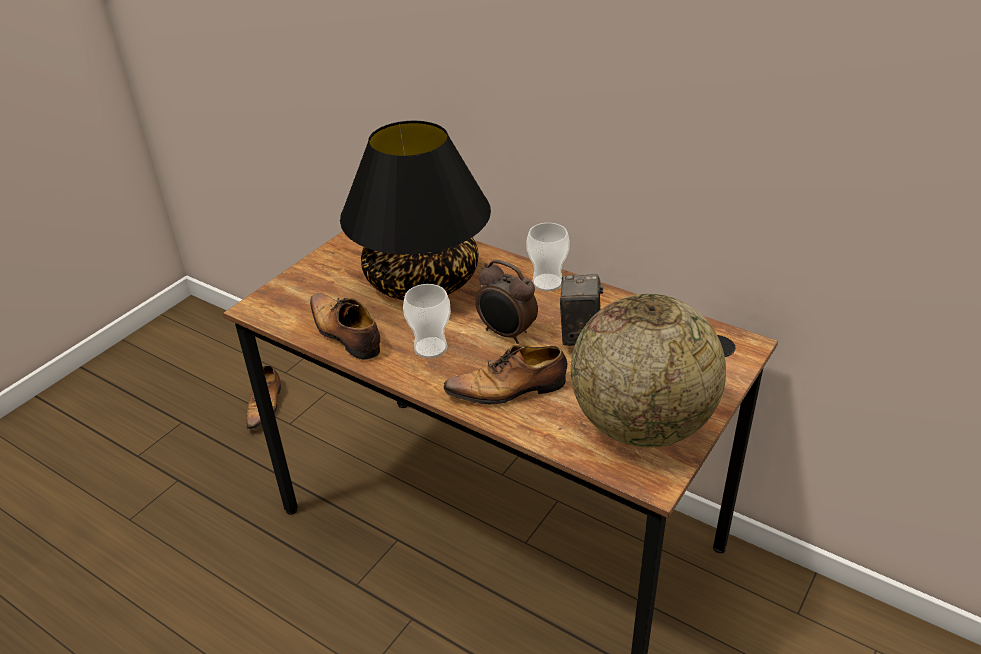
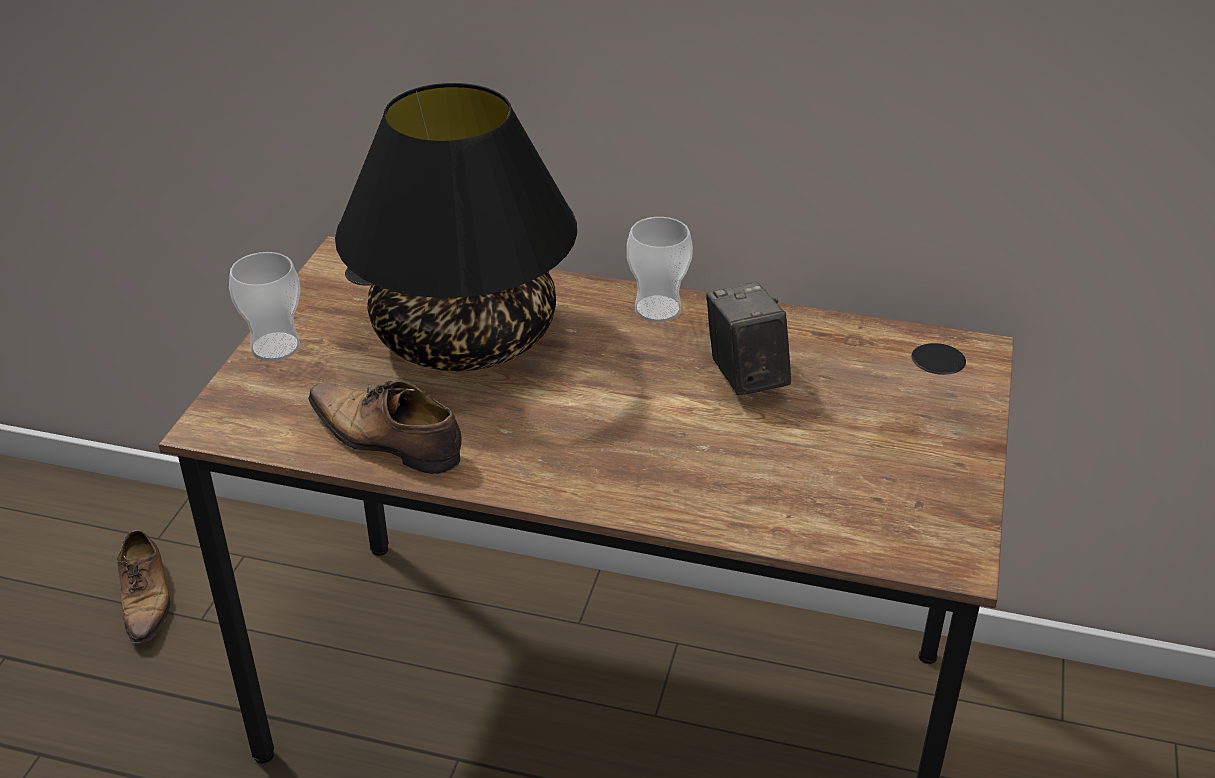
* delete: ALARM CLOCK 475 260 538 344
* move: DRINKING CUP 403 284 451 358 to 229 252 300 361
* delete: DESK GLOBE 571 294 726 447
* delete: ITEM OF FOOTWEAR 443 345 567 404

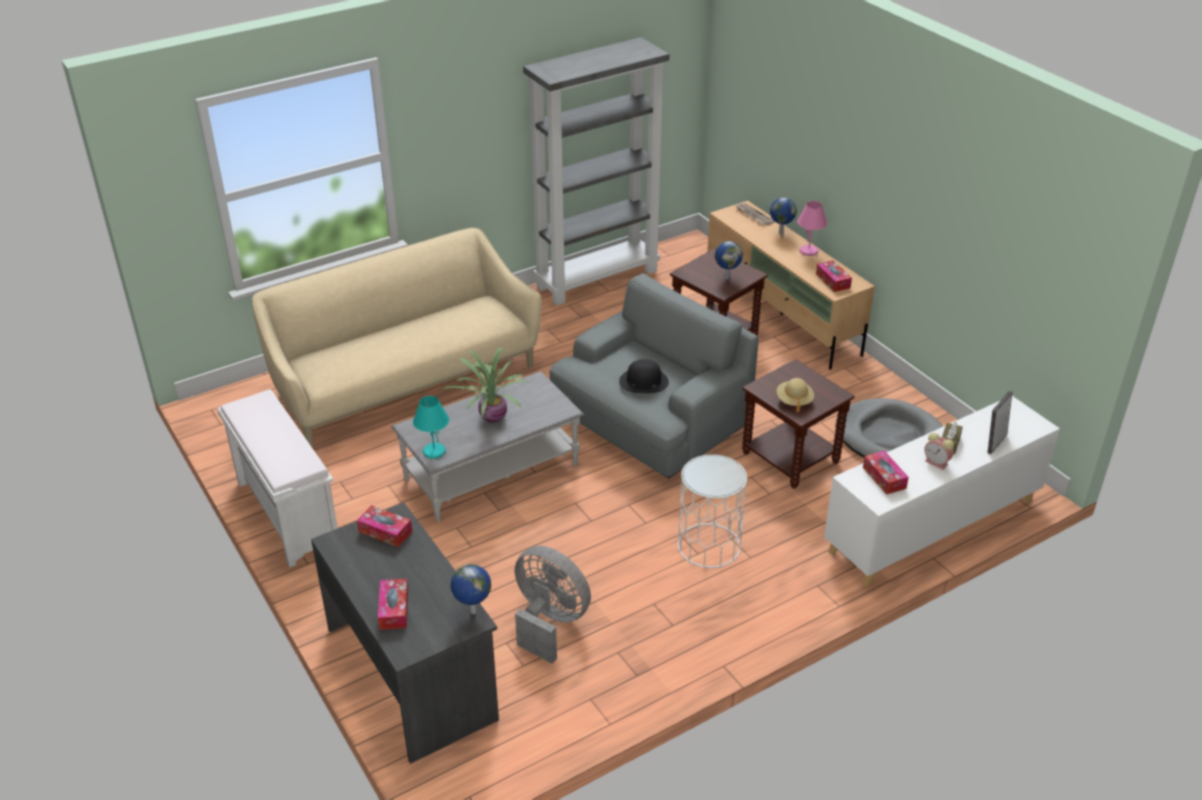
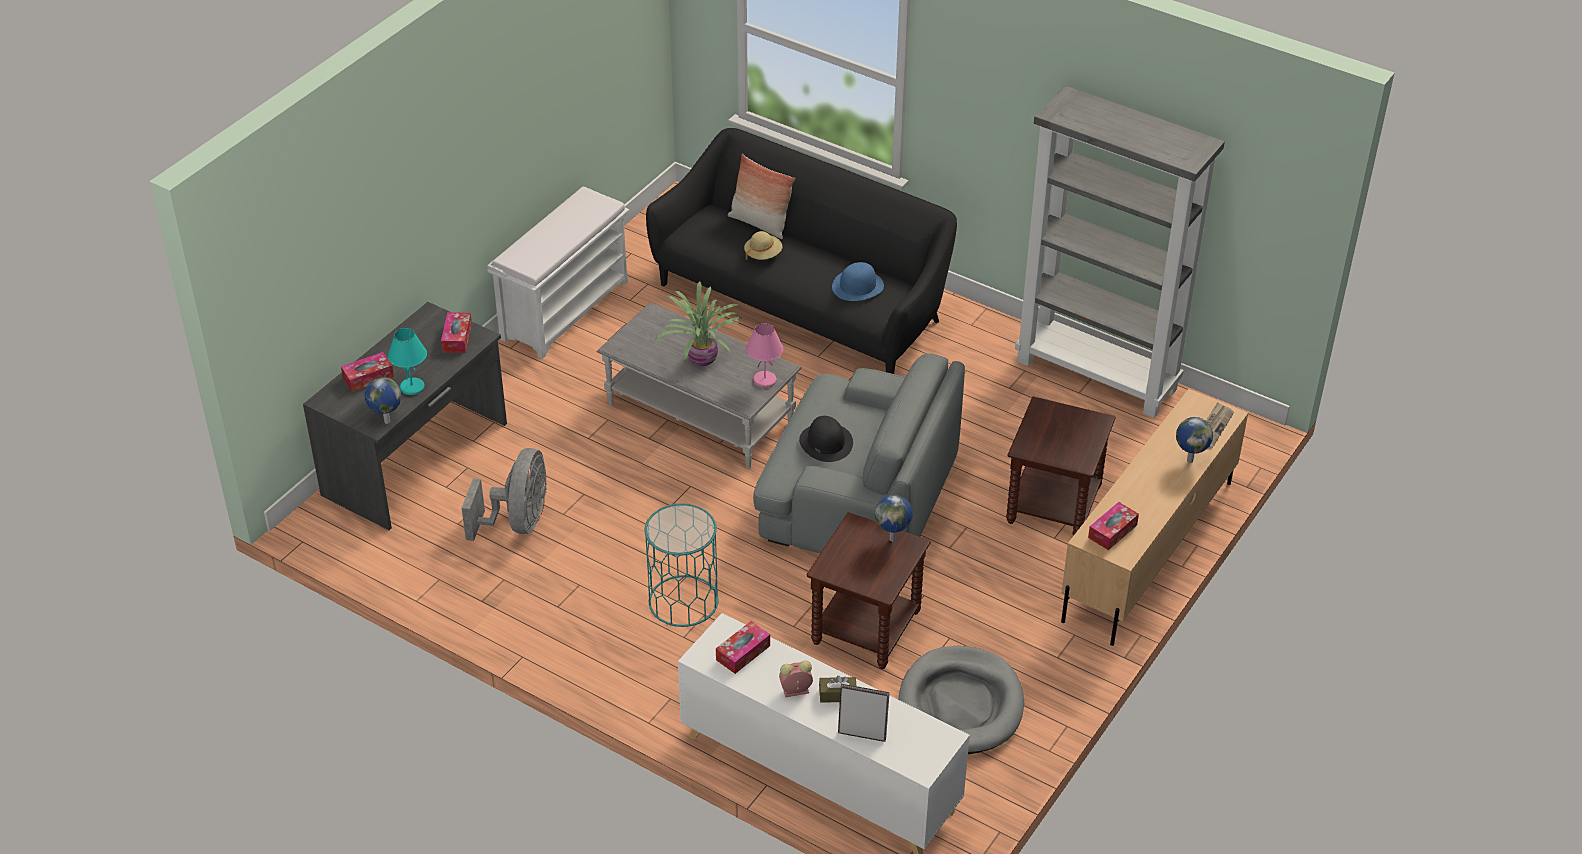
* move: PINK TABLETOP LAMP 797 201 827 256 to 746 323 783 388
* recolor: BEIGE SOFA 252 228 542 447 to BLACK-COLOURED SOFA 646 128 957 374
* move: DESK GLOBE 715 241 743 280 to 875 495 913 542
* move: BEIGE CLOTHING HAT 777 378 814 412 to 744 231 782 260
* move: TURQUOISE TABLETOP LAMP 413 396 449 459 to 388 328 427 395
* rotate: ALARM CLOCK 924 433 954 470 = 779 660 813 697 60 degrees clockwise
* recolor: WHITE END TABLE 678 454 747 568 to TURQUOISE END TABLE 645 504 718 627
* insert: THROW PILLOW 728 154 796 239
* insert: BLUE-COLOURED CLOTHING HAT 832 262 884 301

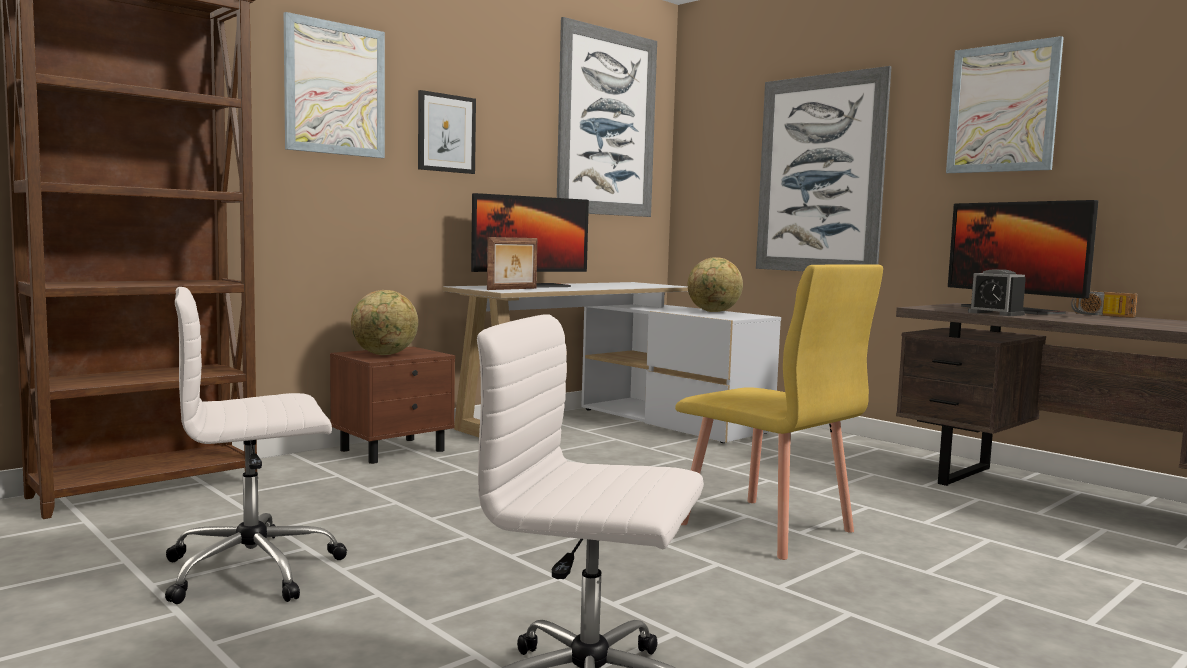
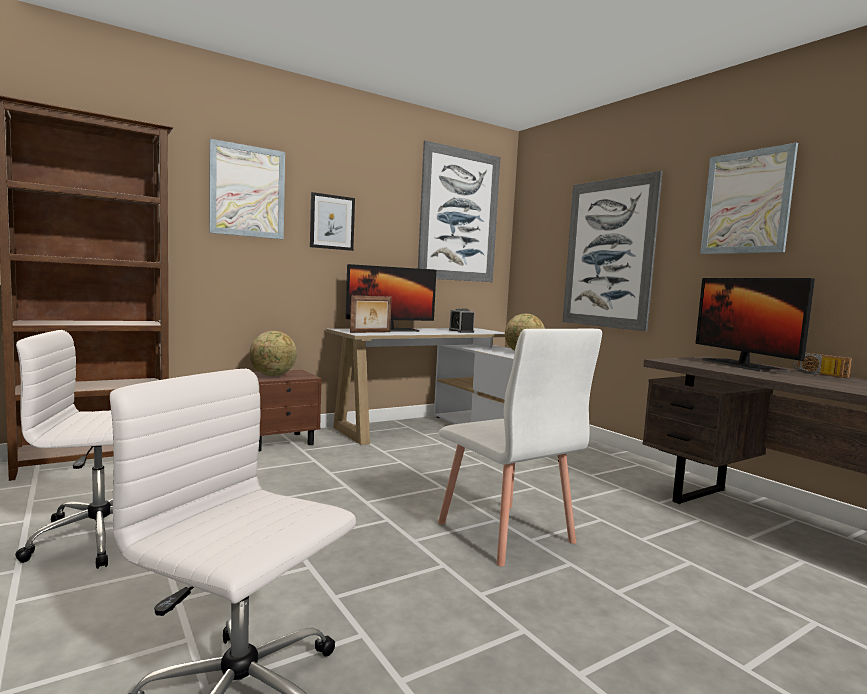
* recolor: YELLOW-COLOURED UPRIGHT CHAIR 675 264 883 560 to WHITE UPRIGHT CHAIR 438 329 602 567
* move: ALARM CLOCK 968 269 1026 316 to 449 308 475 333

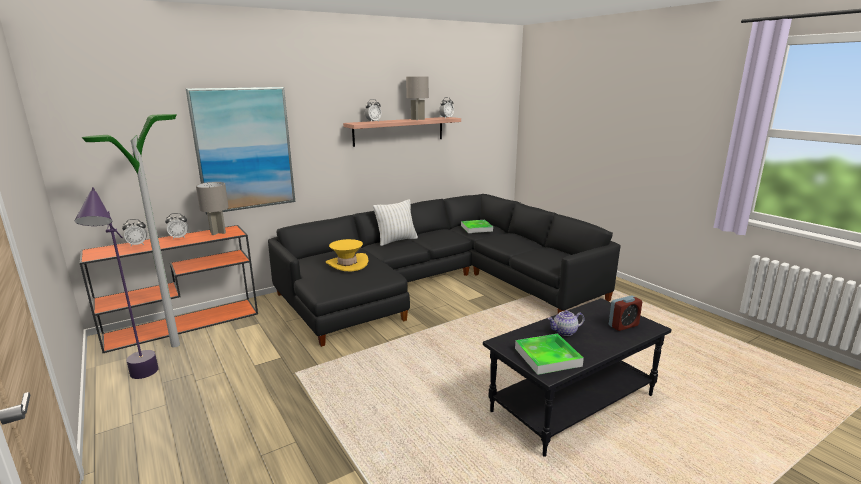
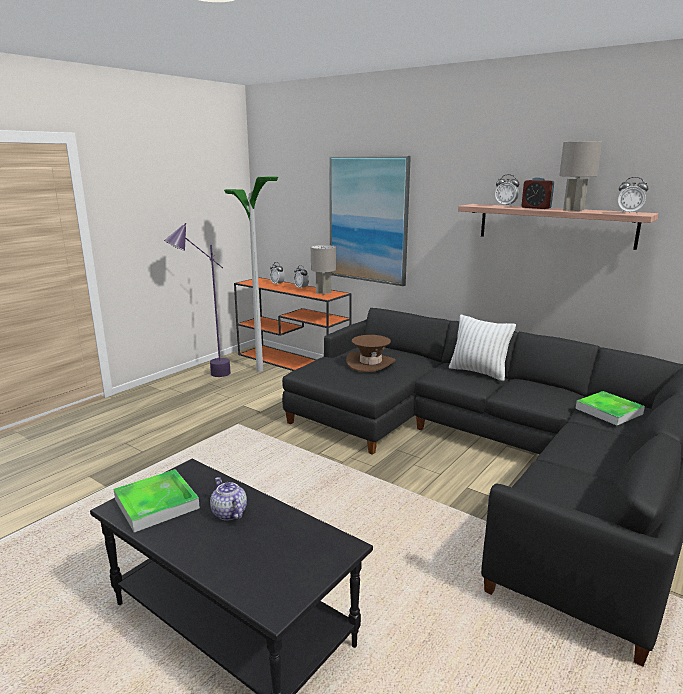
* recolor: YELLOW-COLOURED CLOTHING HAT 326 239 369 271 to BROWNISH CLOTHING HAT 346 335 396 372
* move: ALARM CLOCK 609 296 642 331 to 521 177 554 209

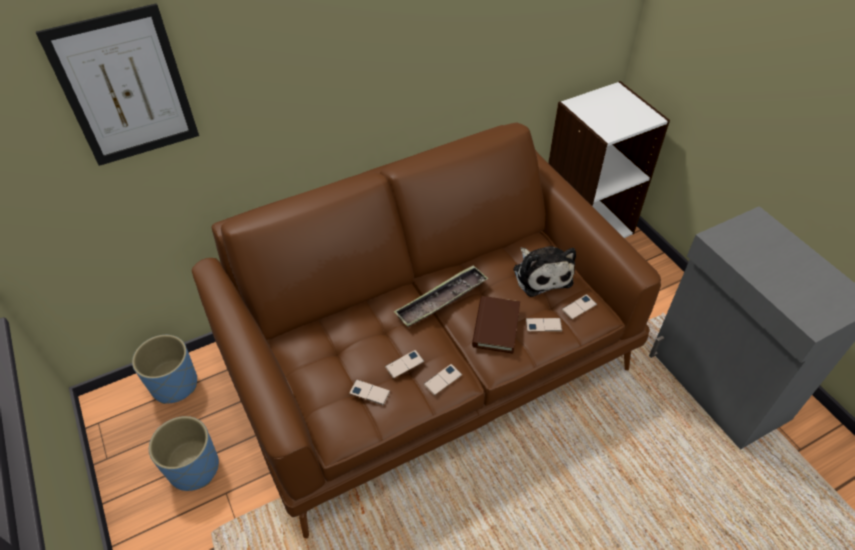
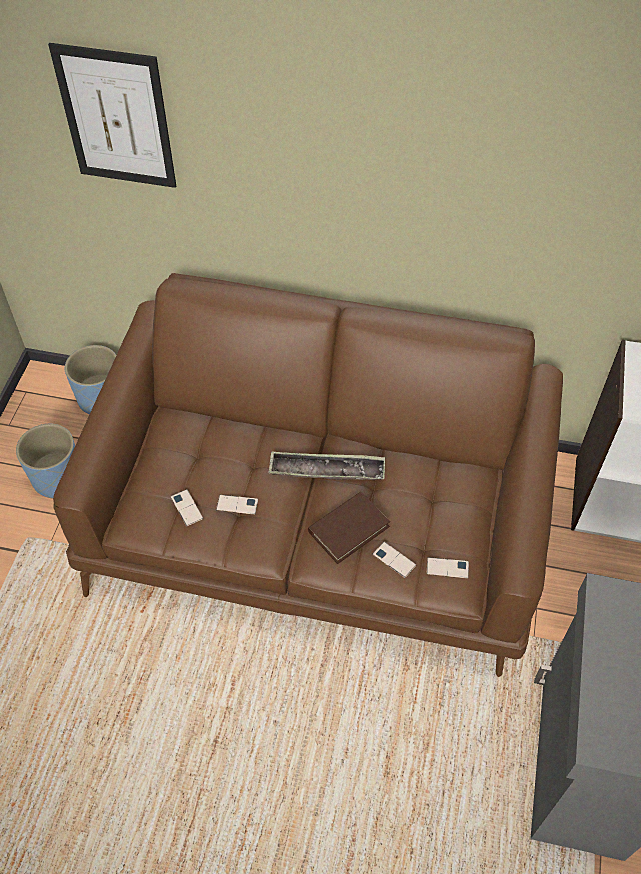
* delete: PLUSH TOY 513 246 576 297
* delete: PHONE 424 364 462 395

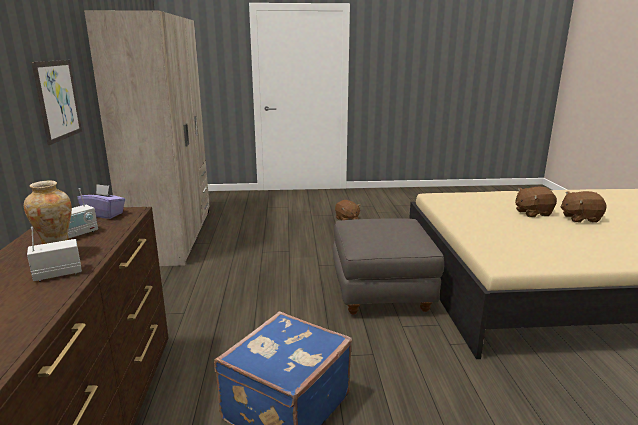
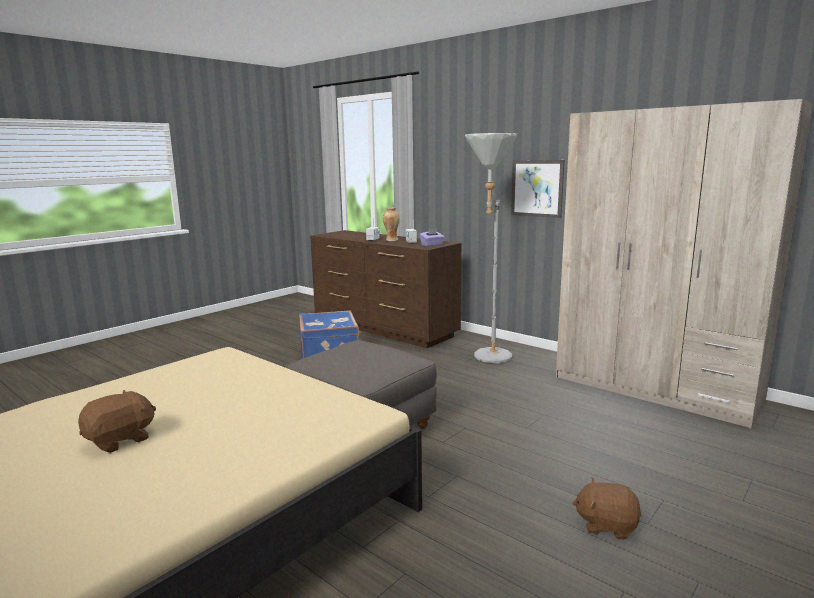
* delete: BROWNISH PLUSH TOY 515 187 557 217
* insert: GRAY STANDING LAMP 465 133 517 363

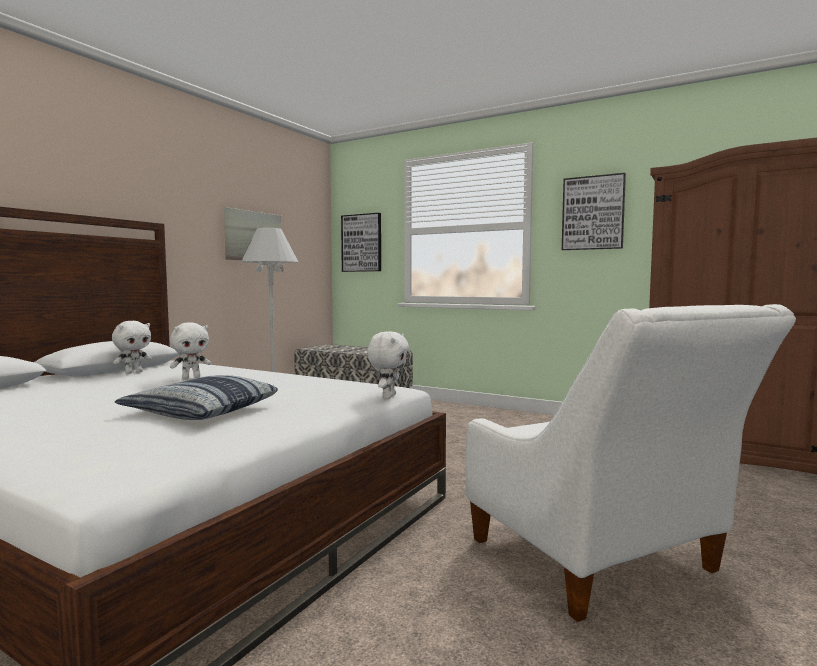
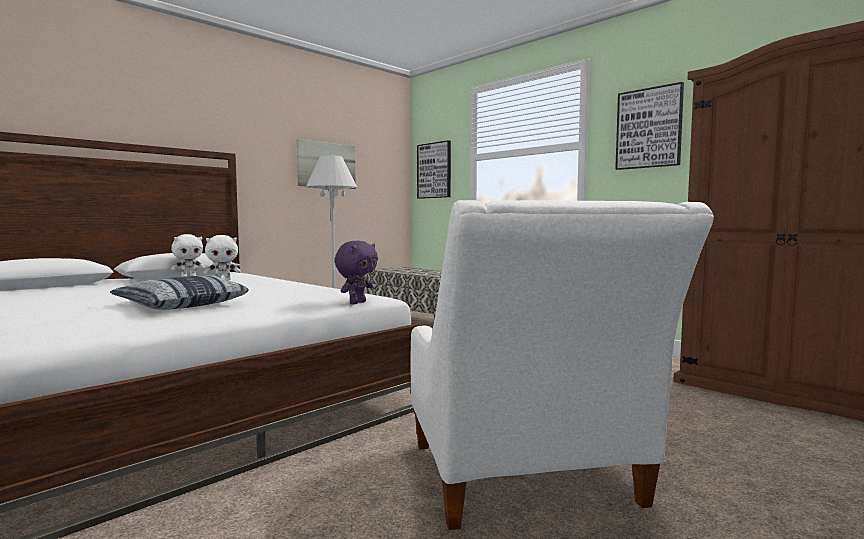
* recolor: WHITE PLUSH TOY 367 331 409 399 to PURPLISH PLUSH TOY 335 241 378 304

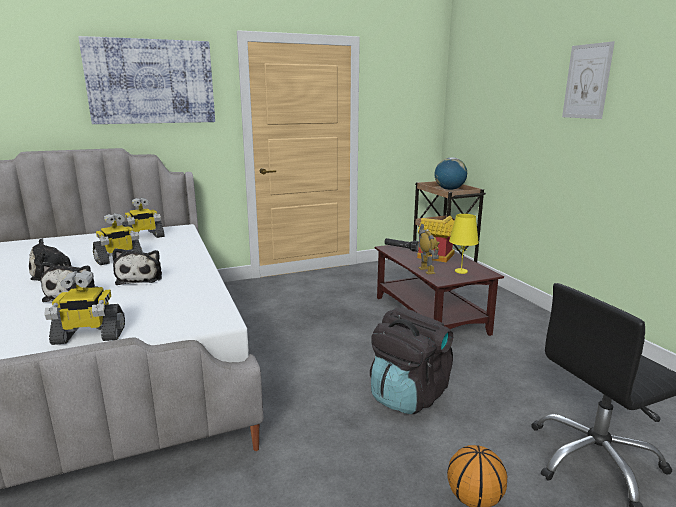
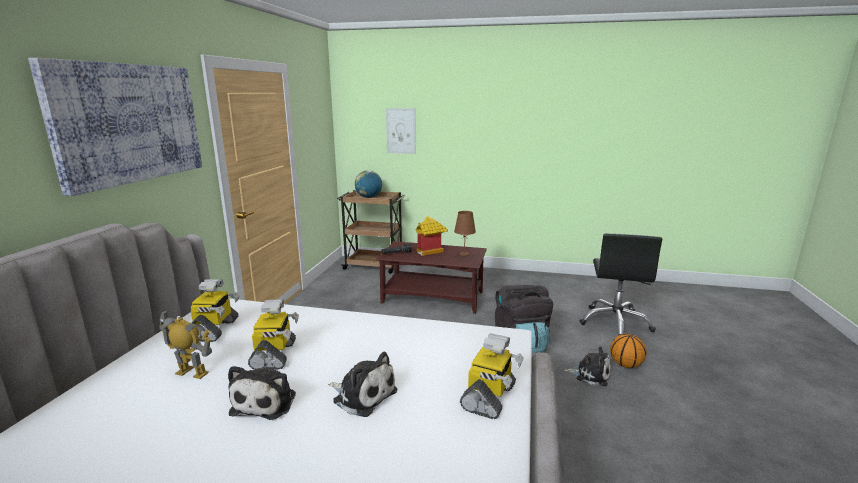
* move: PICTURE 562 41 615 119 to 386 108 416 154
* recolor: YELLOW-COLOURED TABLETOP LAMP 449 214 479 274 to BROWNISH TABLETOP LAMP 454 211 476 256
* move: MODEL ROBOT 418 224 439 274 to 159 310 212 379
* move: PLUSH TOY 112 248 162 285 to 564 347 611 386

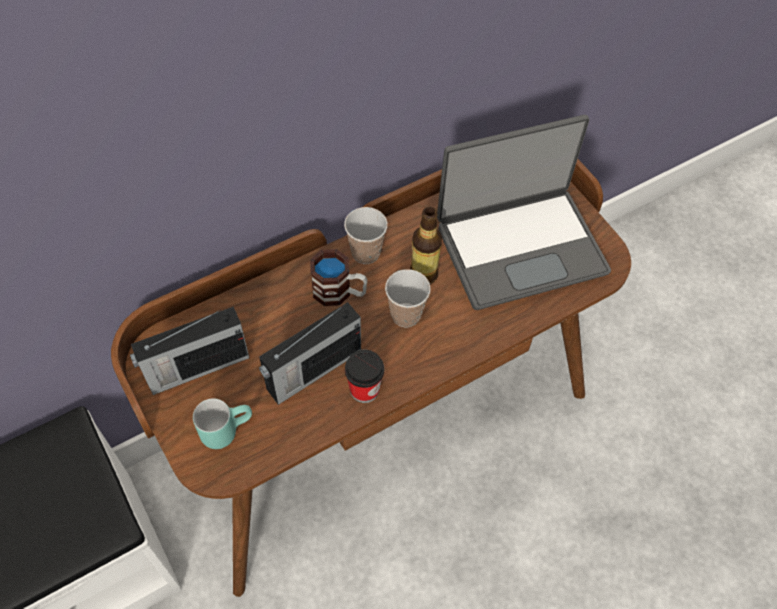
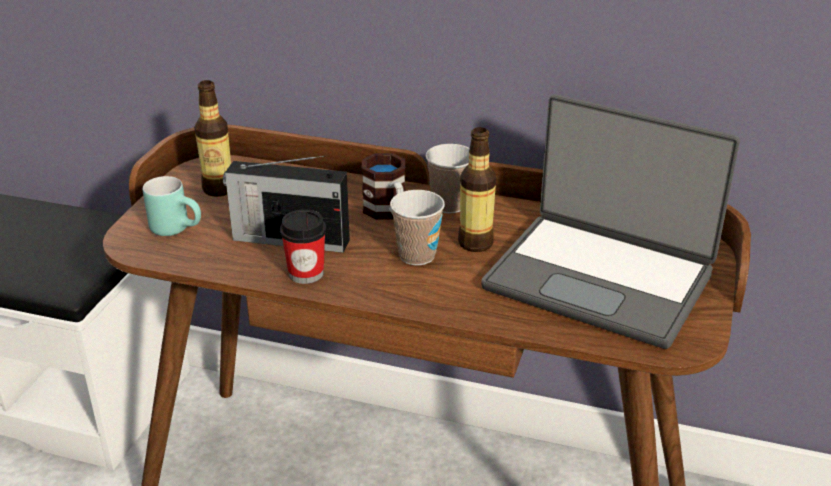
* replace: RADIO SET 130 307 249 395 to BOTTLE 194 80 231 197

